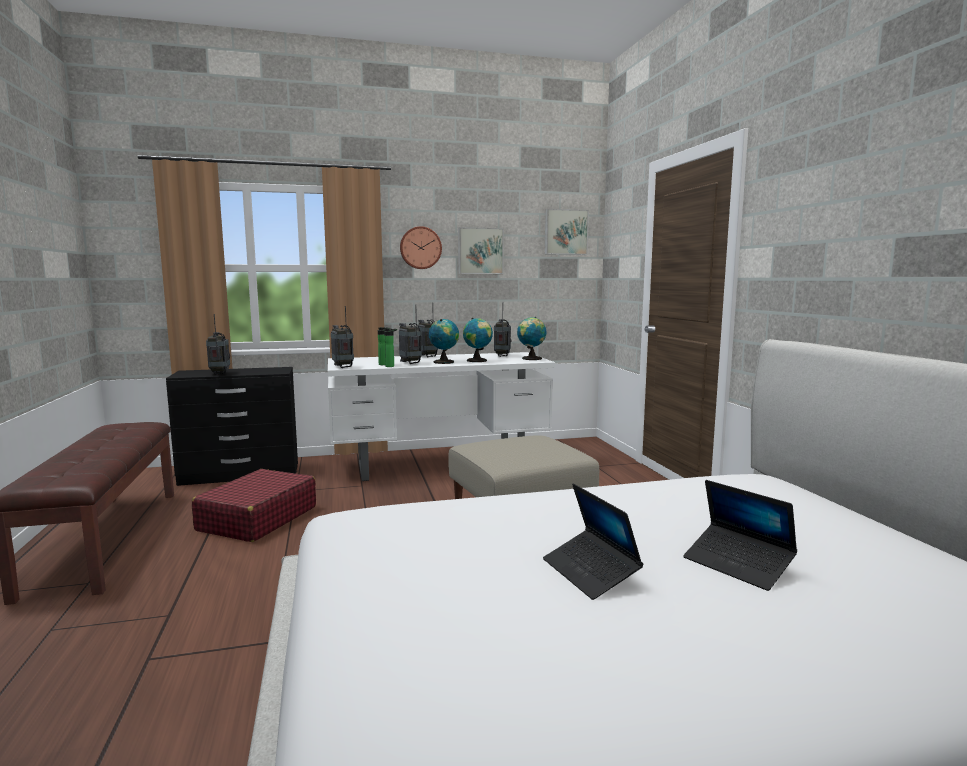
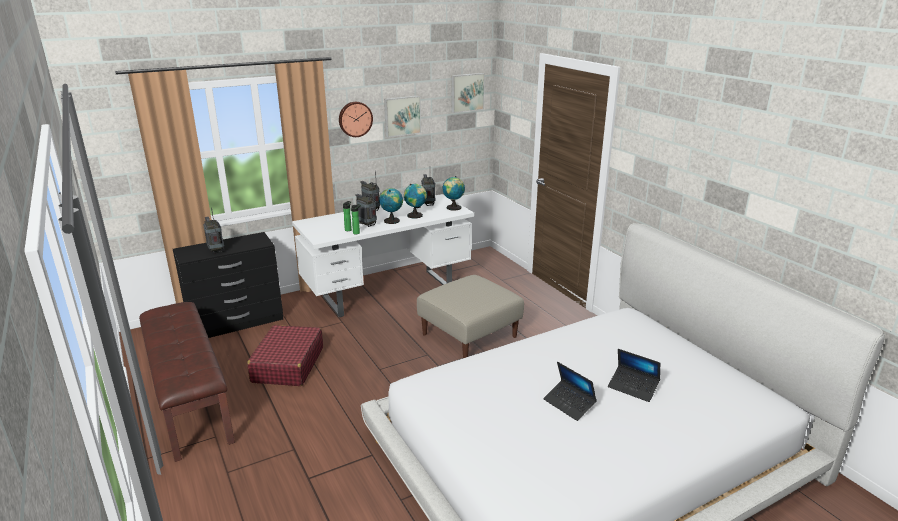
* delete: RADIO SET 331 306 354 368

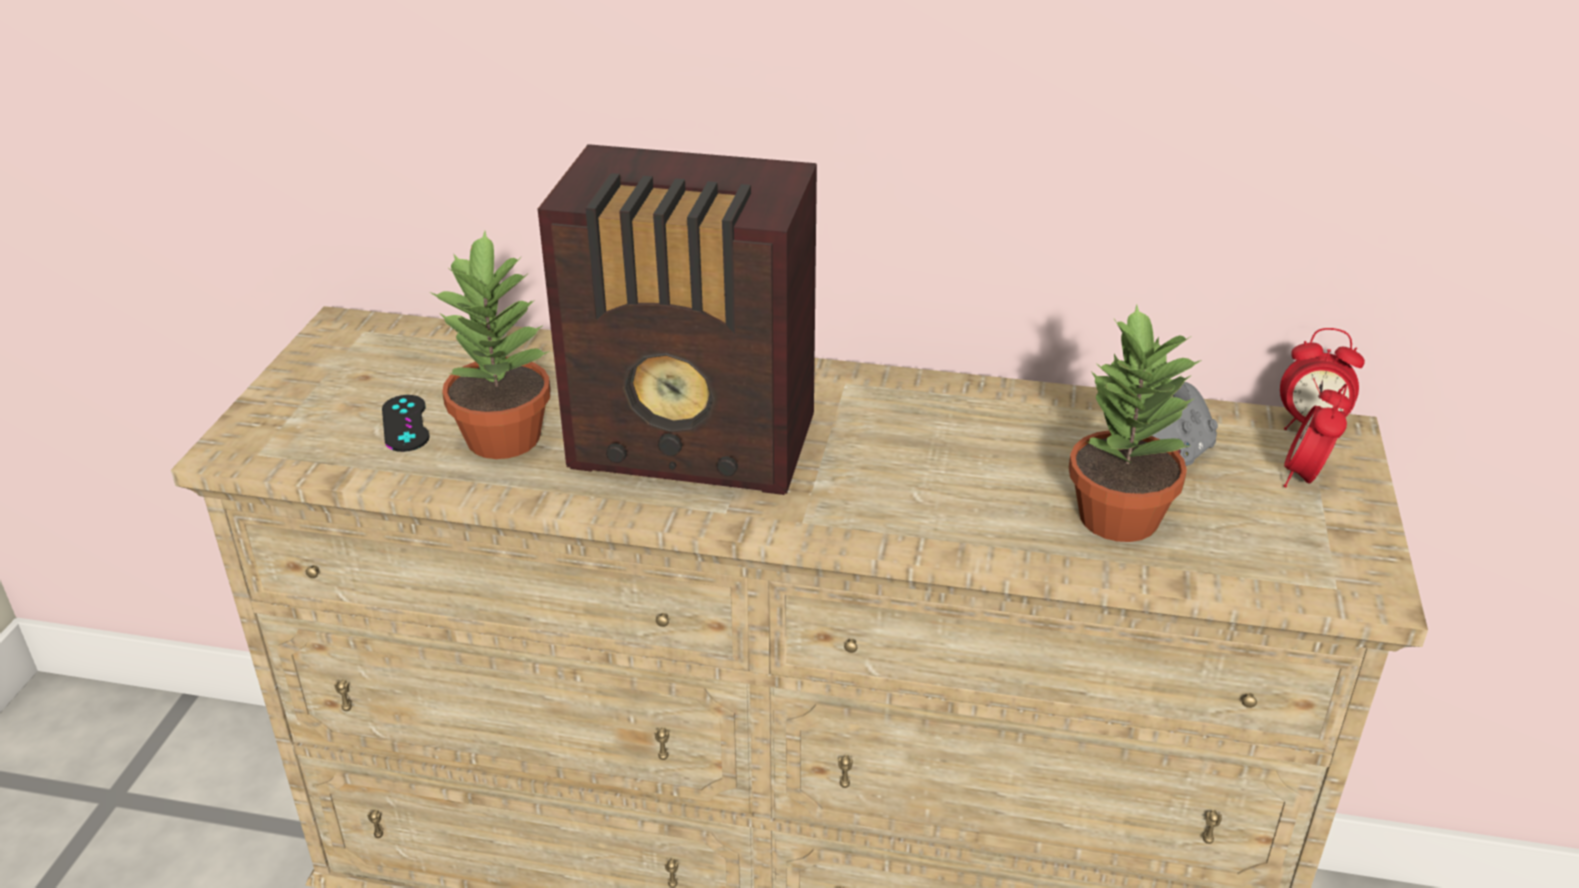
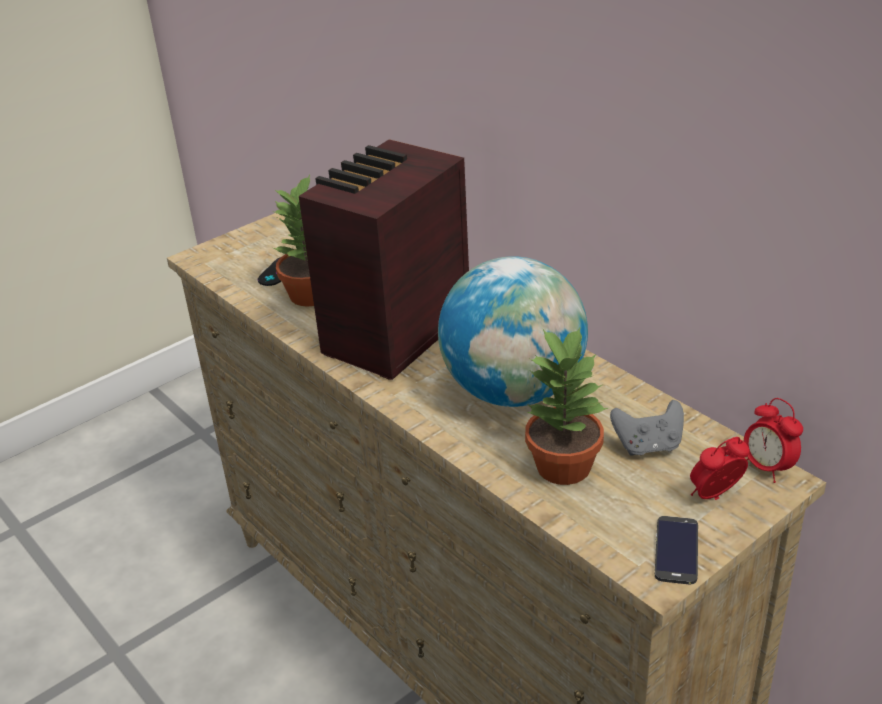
* rotate: RADIO SET 538 144 817 495 = 299 139 469 380 75 degrees clockwise
* insert: DESK GLOBE 438 256 588 407
* insert: PHONE 655 516 698 584

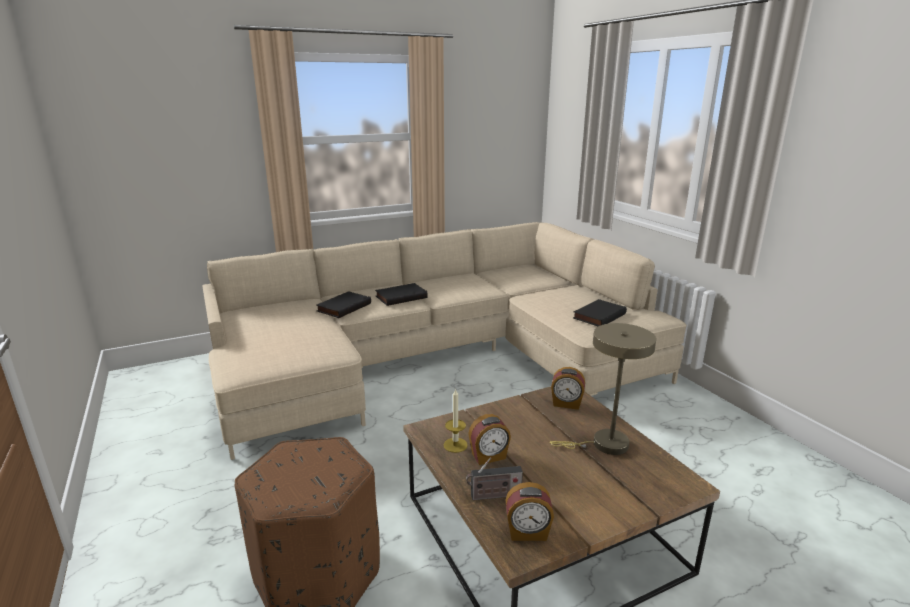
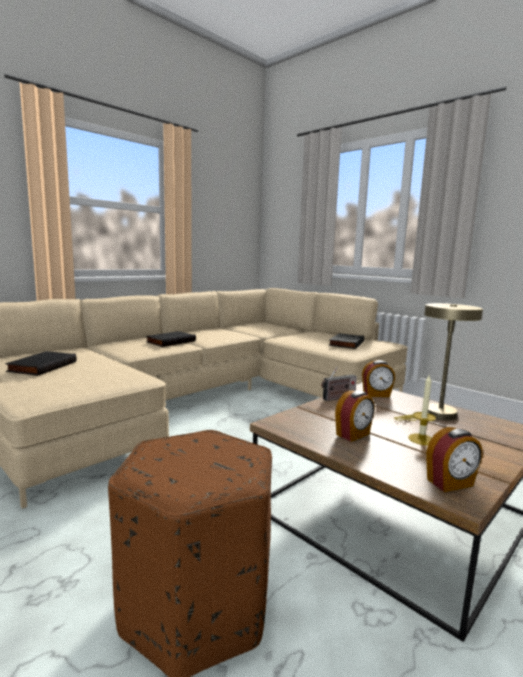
* move: BLACK-COLOURED BOUND BOOK 316 291 371 318 to 5 351 77 376
* move: CANDLE 444 388 468 453 to 408 375 436 445
* move: RADIO SET 466 458 523 500 to 321 366 357 401

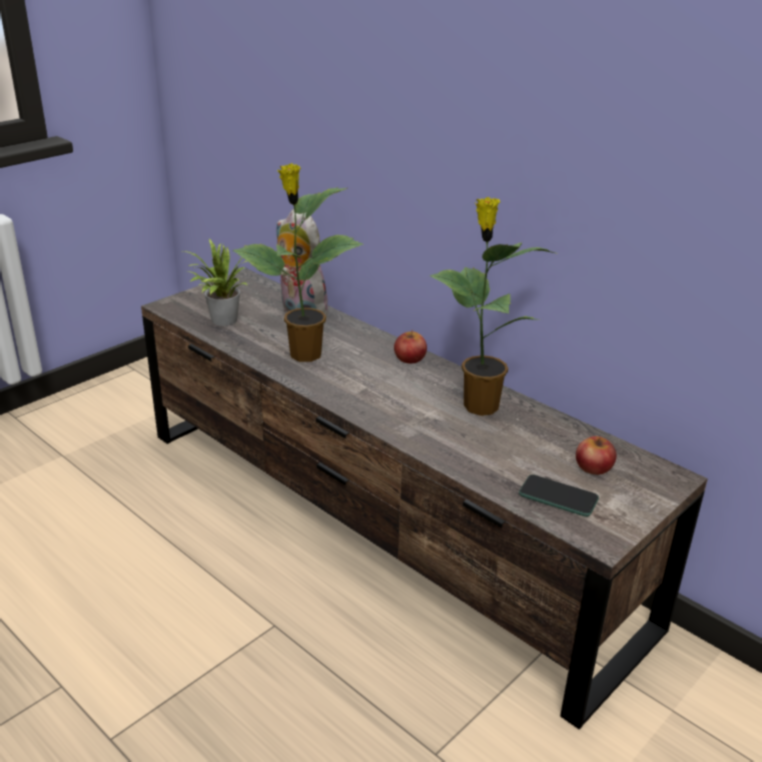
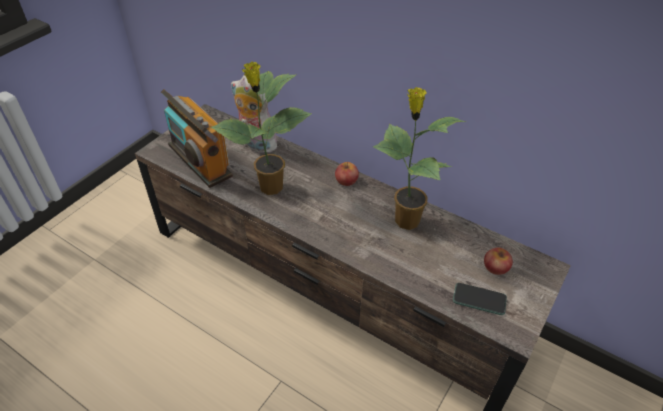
* replace: PLANT IN A POT 183 239 248 326 to RADIO SET 161 89 233 188

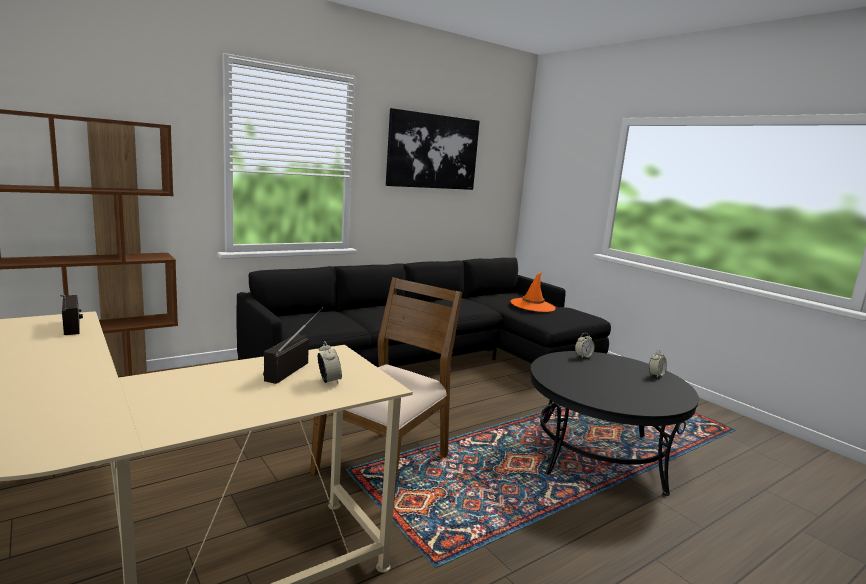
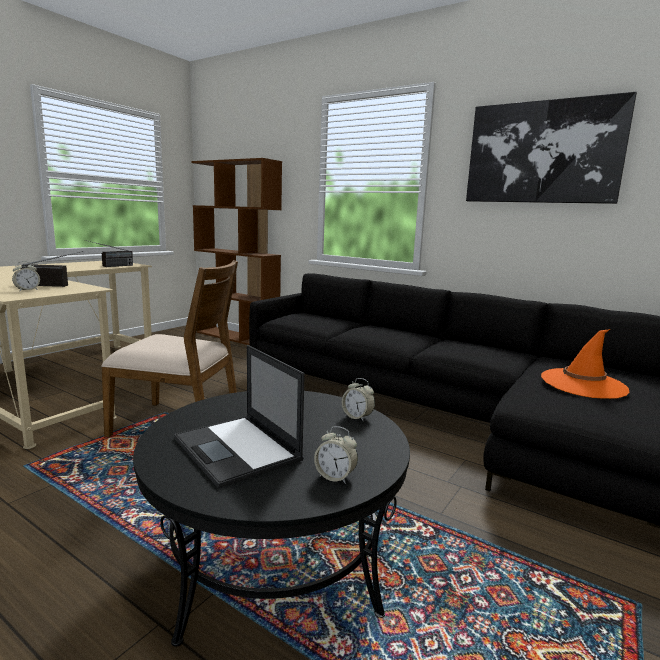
* insert: PORTABLE COMPUTER 174 345 305 489

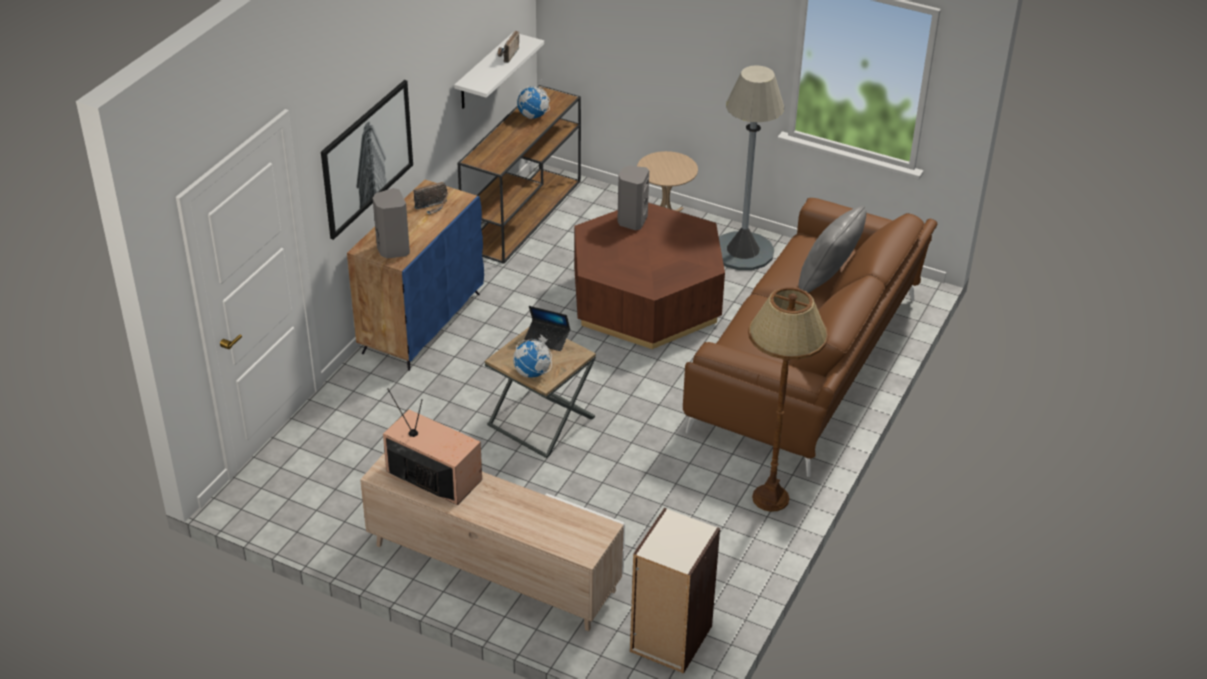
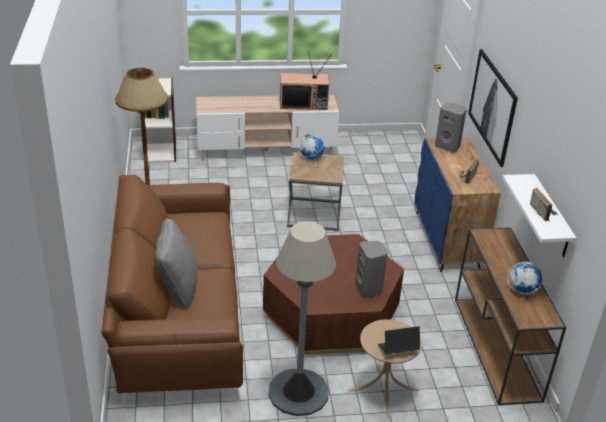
* move: PORTABLE COMPUTER 524 306 570 351 to 378 326 420 354

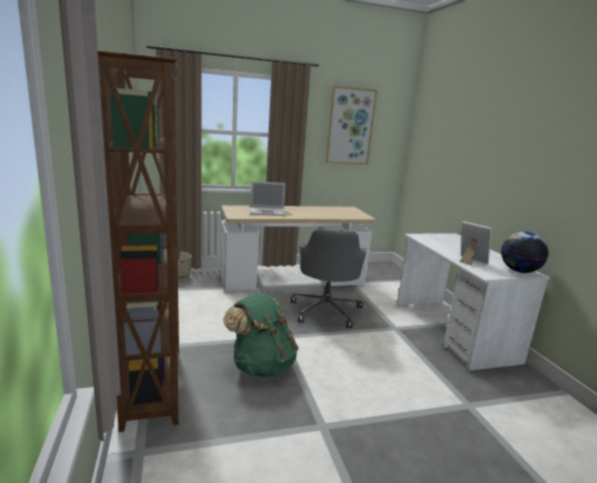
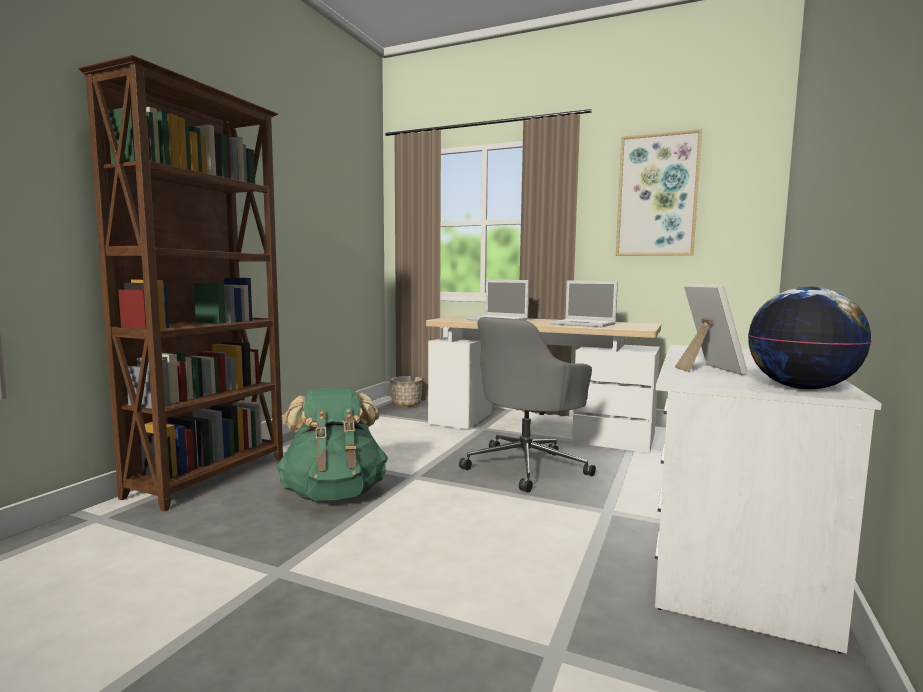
* insert: PORTABLE COMPUTER 550 281 618 327

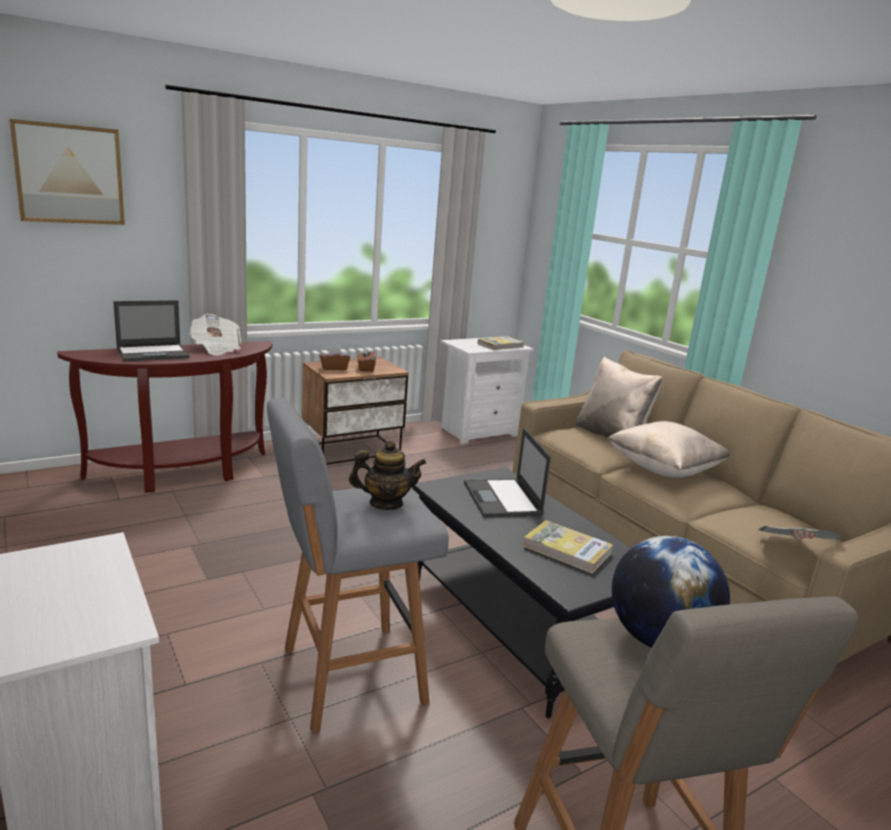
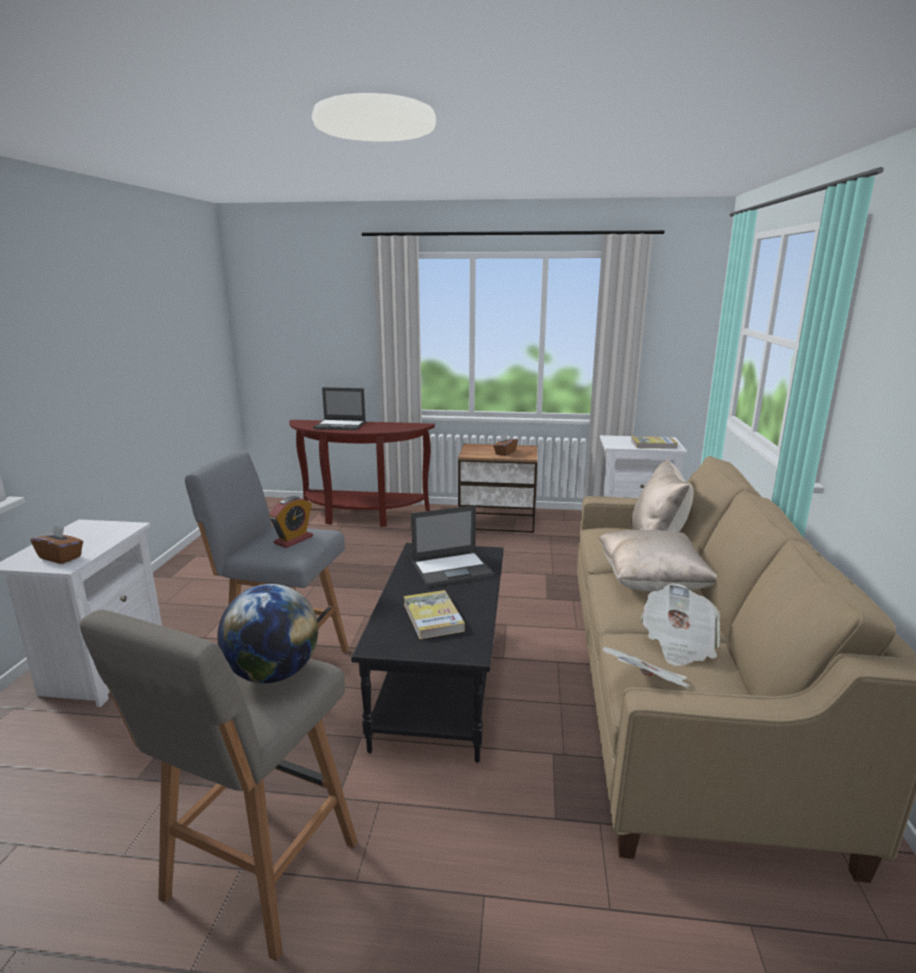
* delete: PICTURE 9 119 125 225
* move: DAILY PAPER 189 314 241 355 to 641 583 720 666
* move: BROWNISH TISSUE HOLDER 320 346 350 370 to 31 524 83 564
* rotate: PORTABLE COMPUTER 464 428 551 517 = 411 505 494 587 135 degrees counterclockwise
* replace: TEA POT 349 440 426 510 to ALARM CLOCK 269 496 313 548

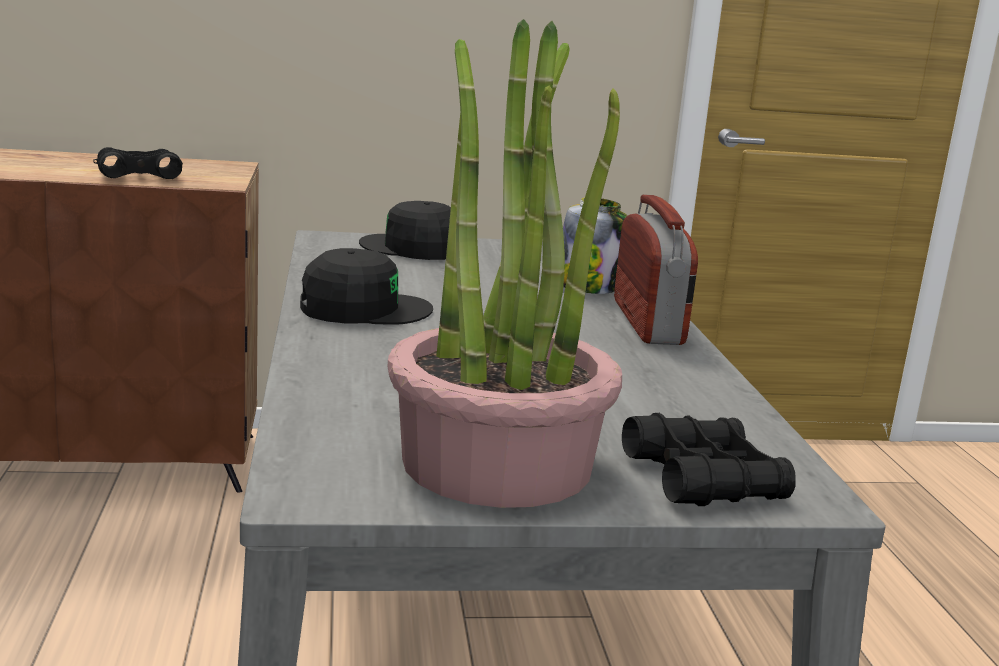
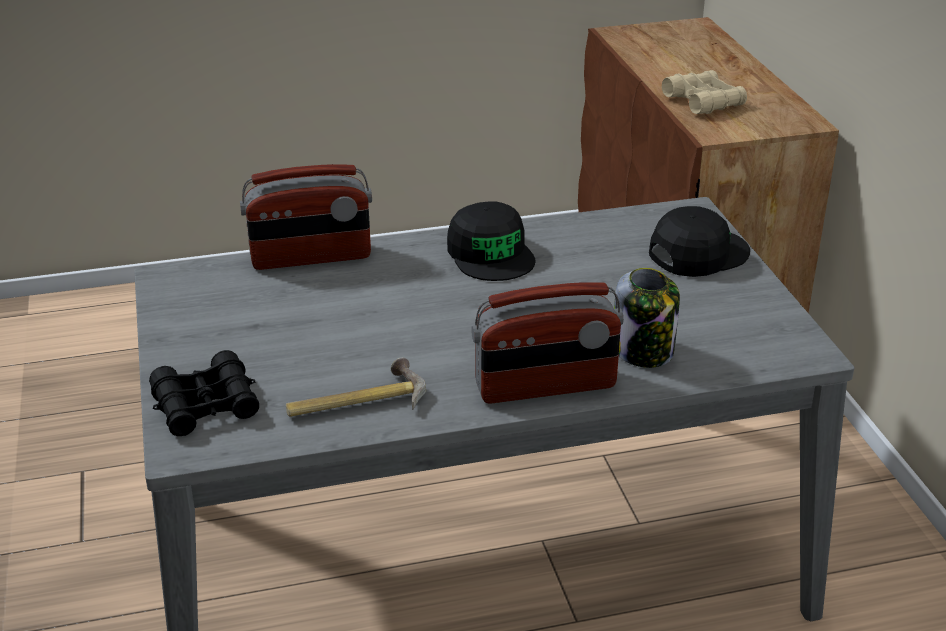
* delete: PLANT IN A POT 388 19 622 508
* recolor: BLACK-COLOURED FIELD GLASSES 93 147 183 179 to BEIGE FIELD GLASSES 662 70 747 114
* rotate: BLACK-COLOURED PEAKED CAP 359 201 451 260 = 649 206 750 277 45 degrees clockwise
* insert: RADIO SET 240 164 372 270
* insert: HAMMER 286 357 426 417

